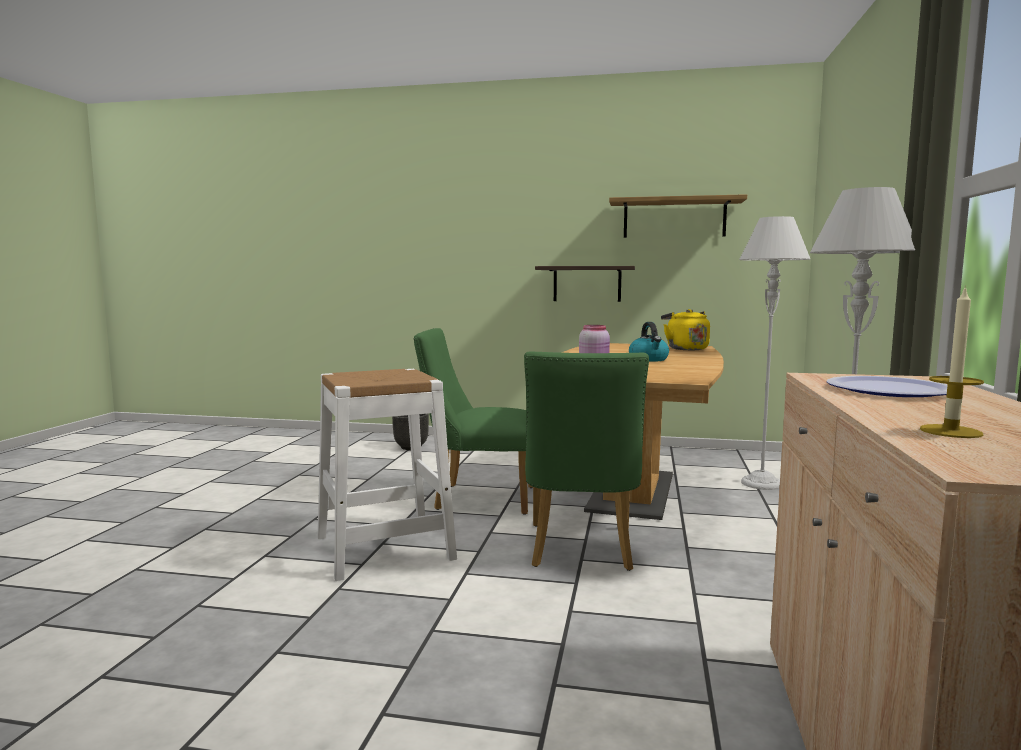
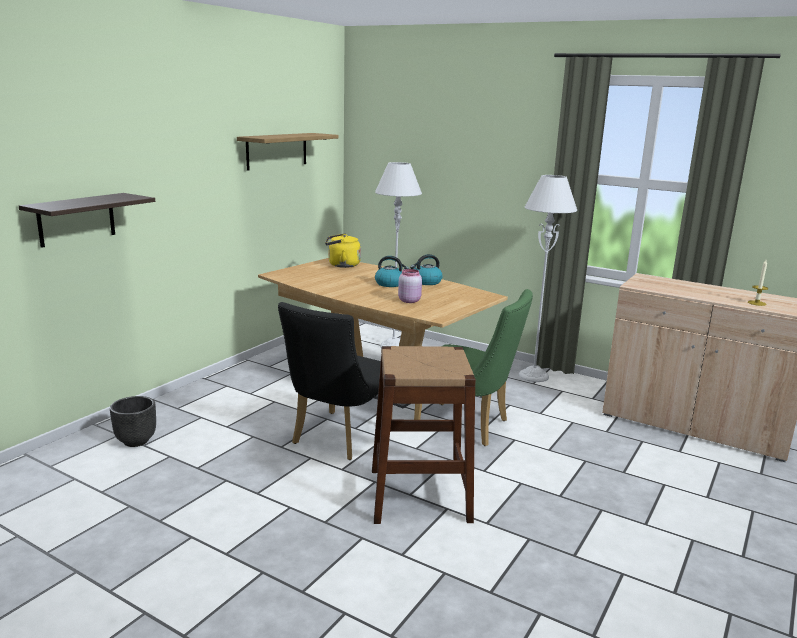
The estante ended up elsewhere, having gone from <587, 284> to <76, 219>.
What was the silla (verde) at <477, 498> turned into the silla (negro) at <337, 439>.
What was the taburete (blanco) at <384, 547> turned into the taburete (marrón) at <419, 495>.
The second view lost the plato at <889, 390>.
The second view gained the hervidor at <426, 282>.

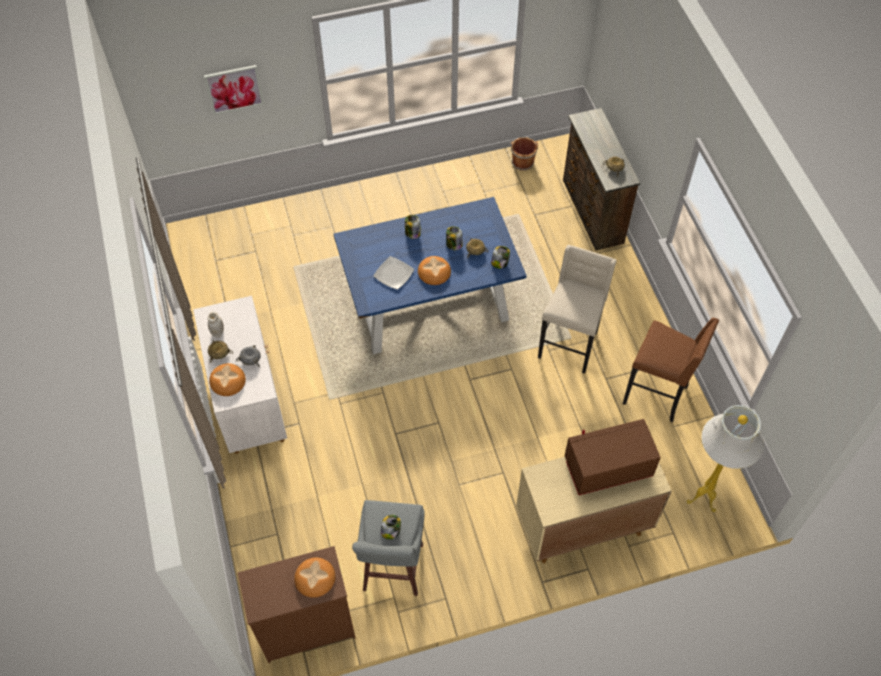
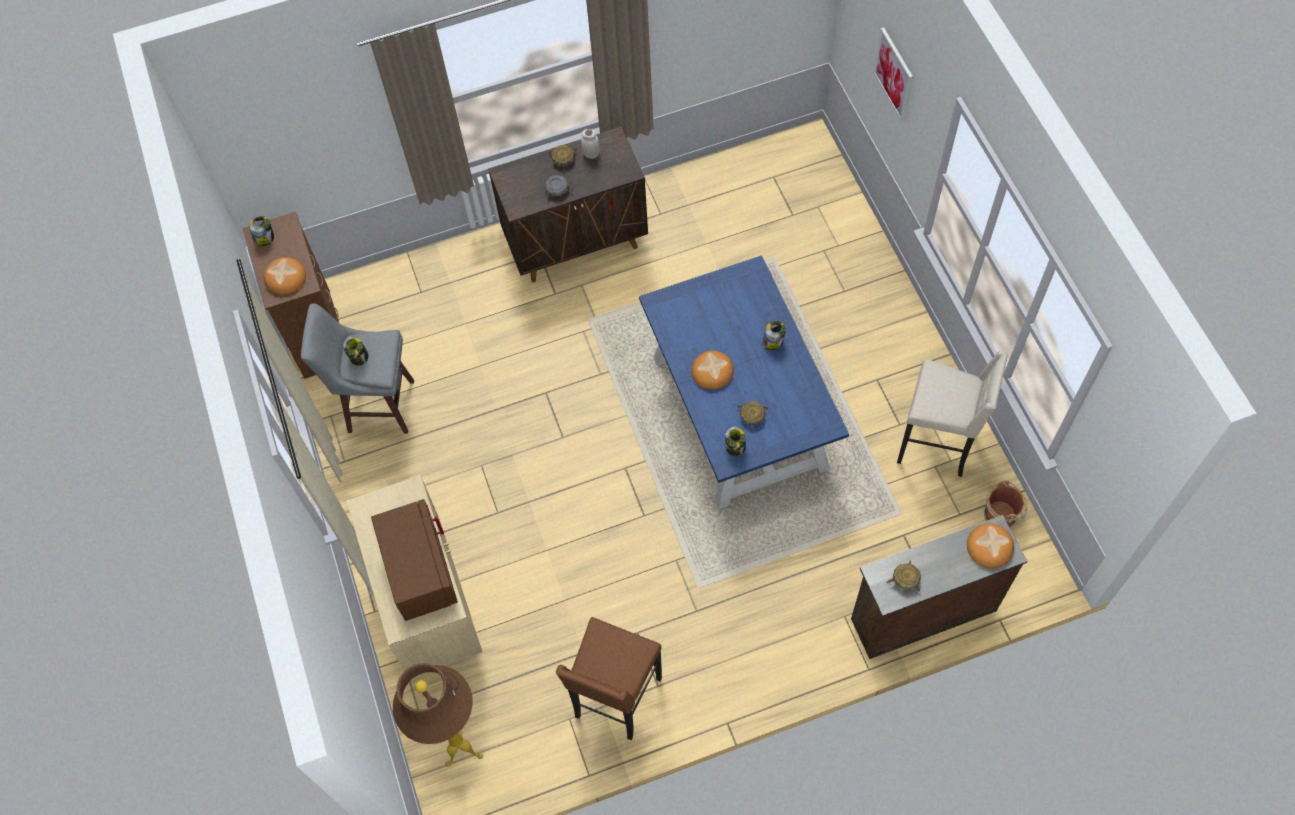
The tarro ended up elsewhere, having gone from <453, 244> to <264, 238>.
The taburete (beis) ended up elsewhere, having gone from <569, 344> to <937, 444>.
The second view lost the plato at <394, 274>.
What was the armario (blanco) at <250, 404> turned into the armario (marrón) at <577, 243>.
The pan ended up elsewhere, having gone from <228, 381> to <989, 547>.
What was the lámpara de pie (blanco) at <701, 501> turned into the lámpara de pie (marrón) at <462, 750>.

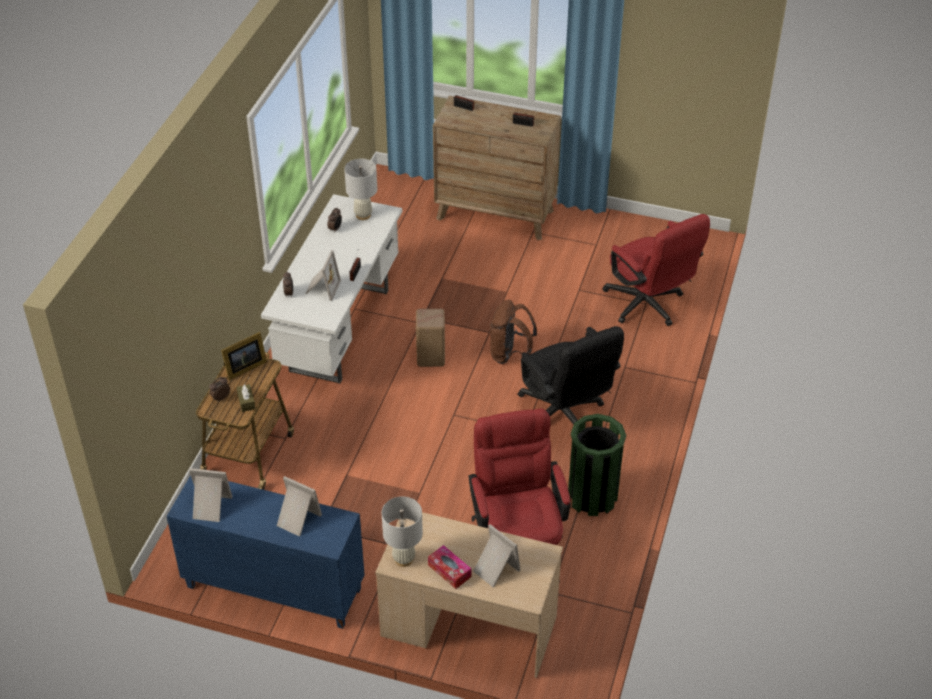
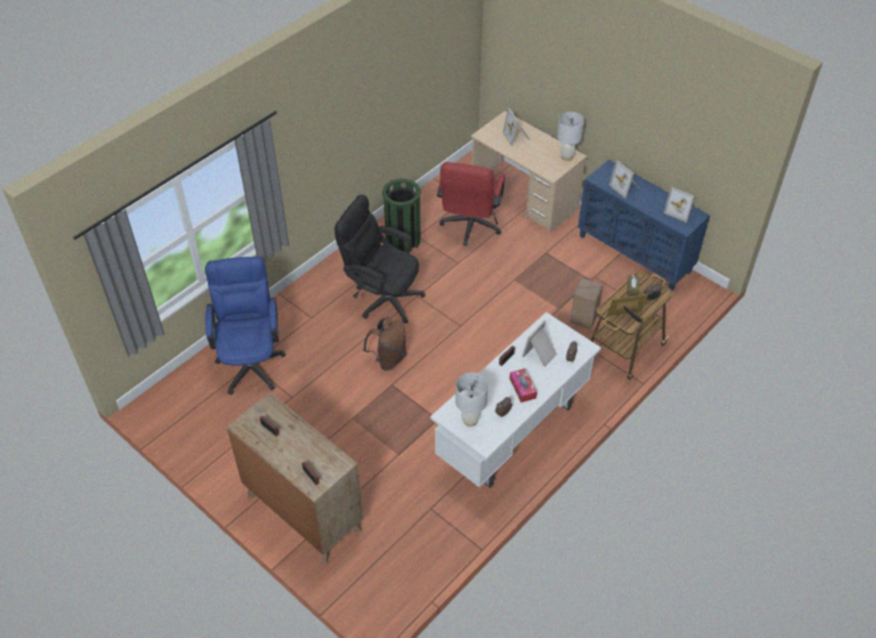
What was the silla de oficina (rojo) at <648, 306> turned into the silla de oficina (azul) at <251, 361>.
The taburete (beis) ended up elsewhere, having gone from <431, 358> to <583, 318>.
The silla de oficina (negro) at <564, 416> ended up facing another way, 60 degrees counterclockwise from before.
The caja de pañuelos ended up elsewhere, having gone from <449, 571> to <522, 388>.

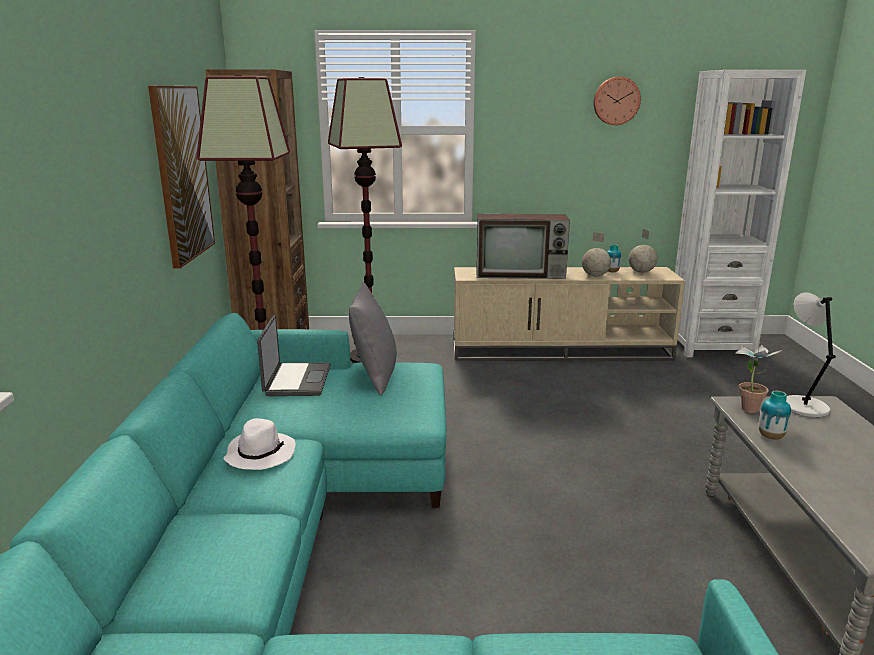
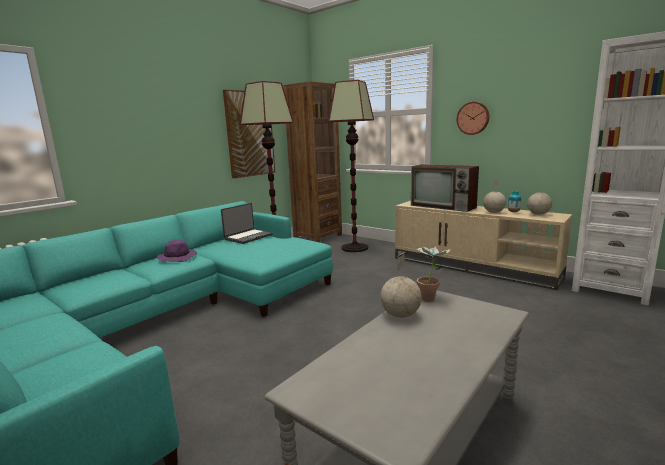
The reloj de pared ended up elsewhere, having gone from <616, 101> to <473, 118>.
The second view lost the cojín (gris) at <375, 376>.
The second view lost the lámpara de mesa (gris) at <802, 406>.
Where the florero stood at <771, 437>, the globo terráqueo came to stand at <401, 315>.
What was the sombrero (blanco) at <260, 454> turned into the sombrero (morado) at <178, 257>.

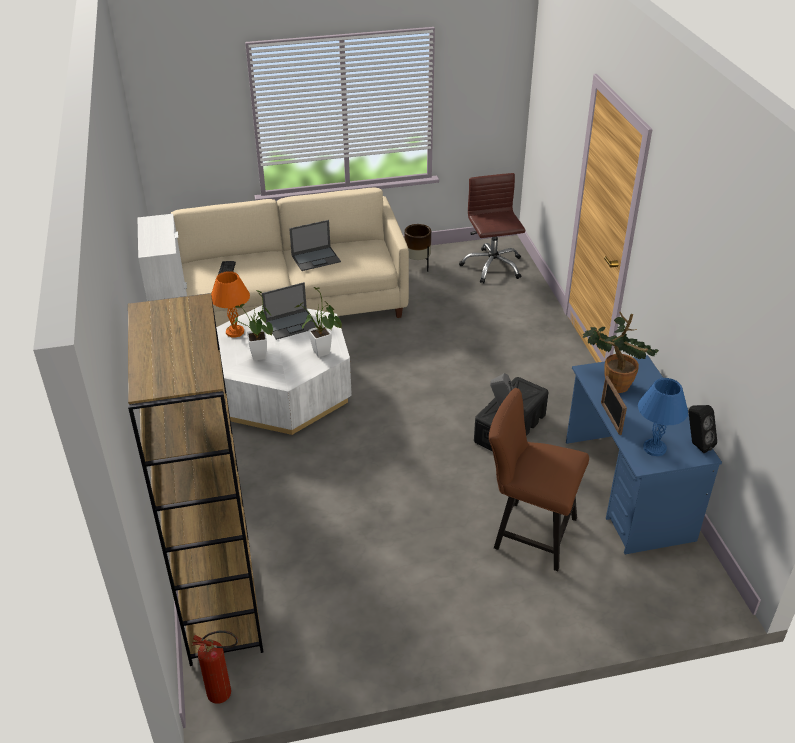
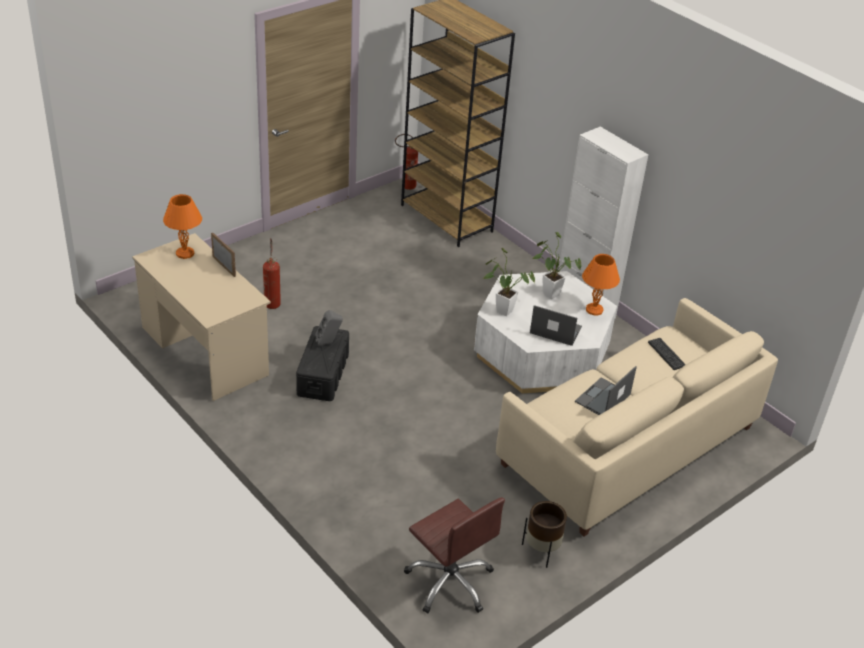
The portátil at <292, 324> ended up facing another way, 75 degrees clockwise from before.
The second view lost the planta en maceta at <613, 382>.
What was the escritorio (azul) at <627, 489> turned into the escritorio (beis) at <204, 351>.
What was the lámpara de mesa (azul) at <653, 448> turned into the lámpara de mesa (naranja) at <185, 253>.
Where the silla (marrón) stood at <528, 532>, the extintor came to stand at <272, 301>.
The second view lost the altavoz (negro) at <696, 444>.

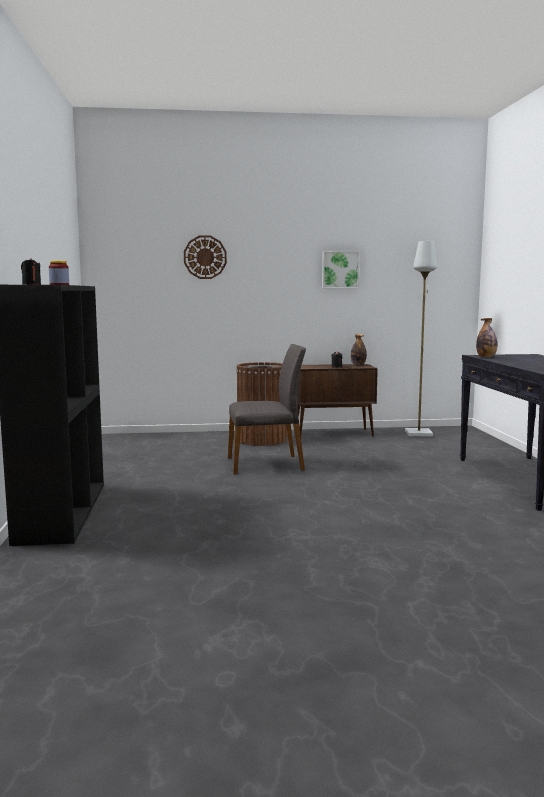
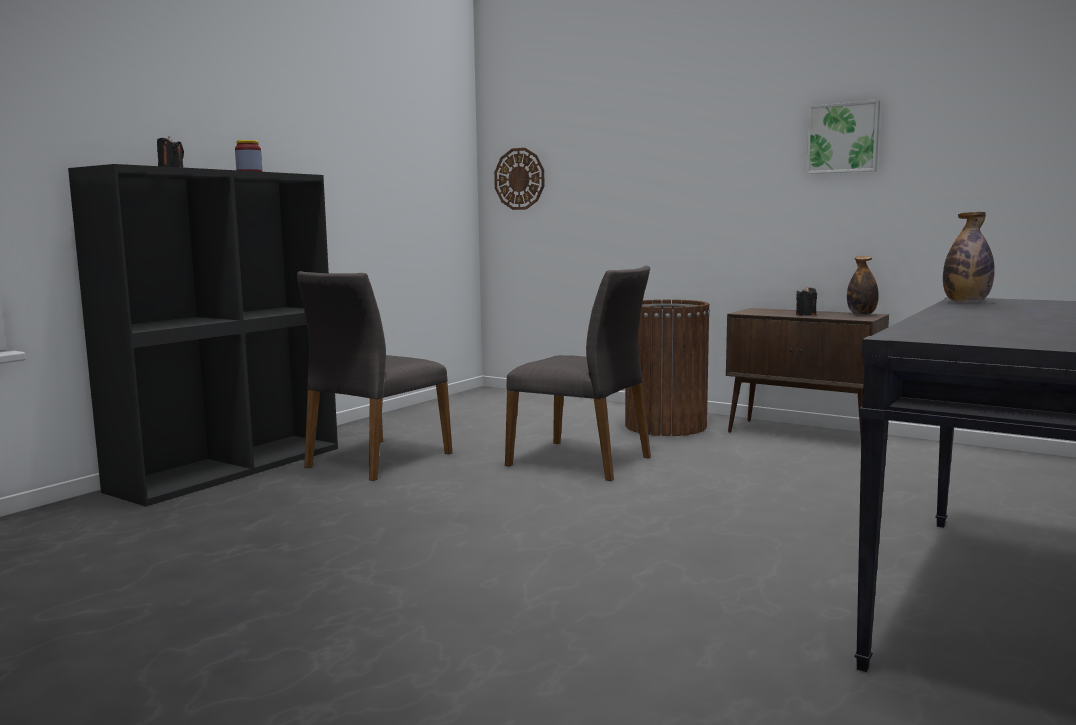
The reloj de pared ended up elsewhere, having gone from <205, 257> to <519, 179>.
The second view lost the lámpara de pie (gris) at <419, 433>.
The second view gained the silla (gris) at <376, 460>.

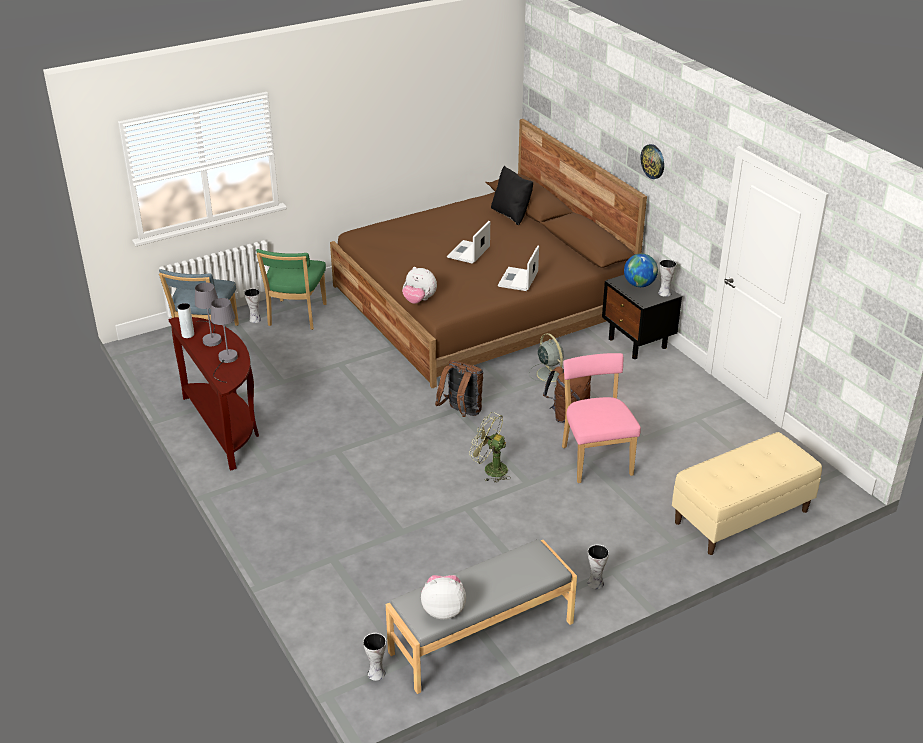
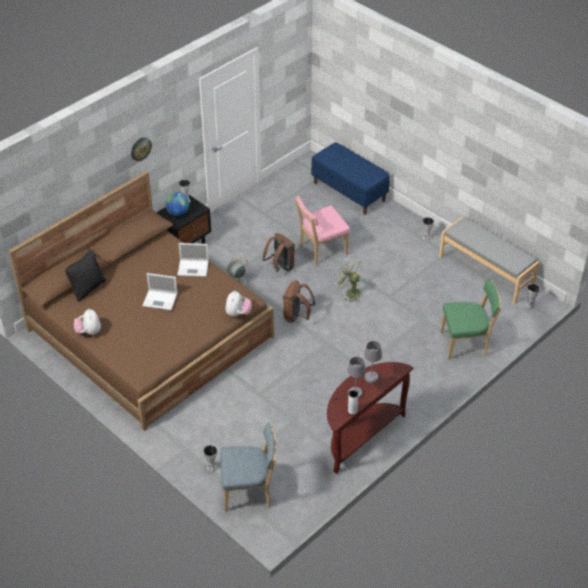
The silla (verde) ended up elsewhere, having gone from <296, 317> to <466, 344>.
The ventilador (verde) at <490, 469> ended up facing another way, 120 degrees clockwise from before.
What was the banco (beis) at <741, 517> turned into the banco (azul) at <349, 192>.
The peluche ended up elsewhere, having gone from <443, 610> to <89, 332>.

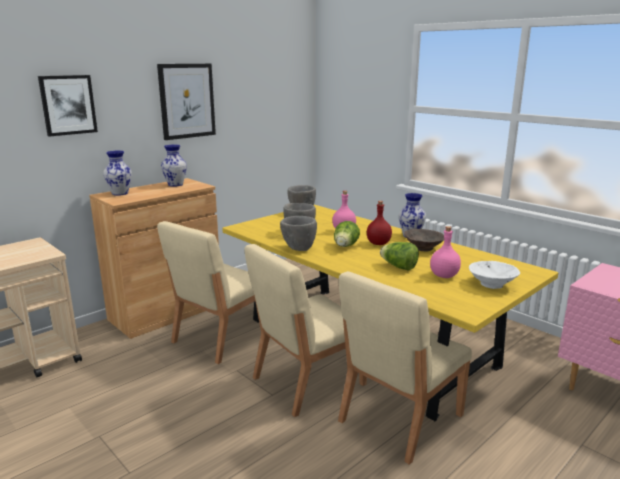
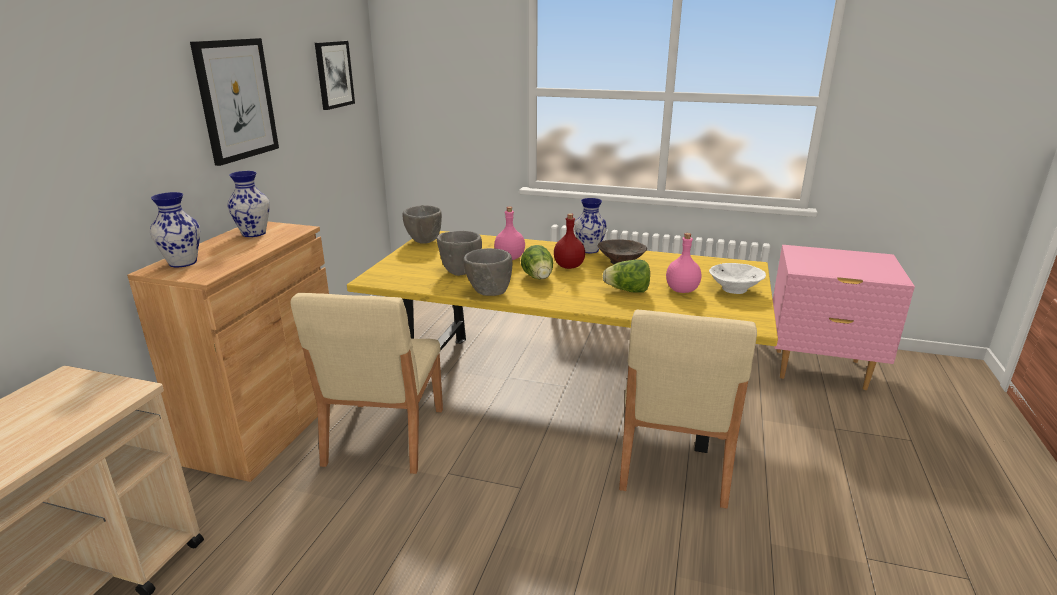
The cuadro ended up elsewhere, having gone from <68, 105> to <334, 74>.
The second view lost the silla (beis) at <307, 381>.

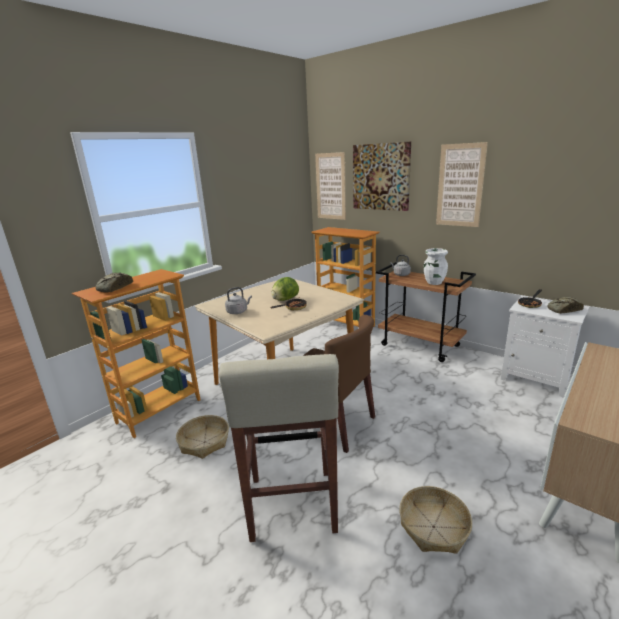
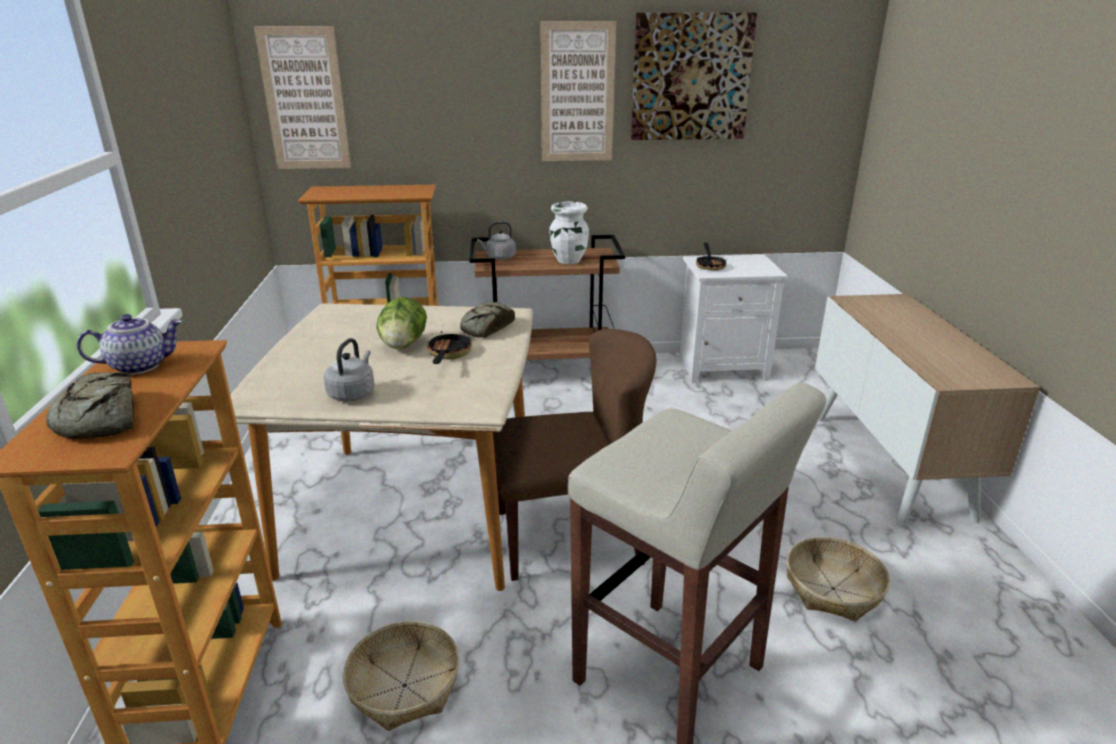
The cuadro ended up elsewhere, having gone from <381, 177> to <690, 77>.
The pan ended up elsewhere, having gone from <563, 309> to <486, 327>.
The second view gained the tetera at <140, 365>.

